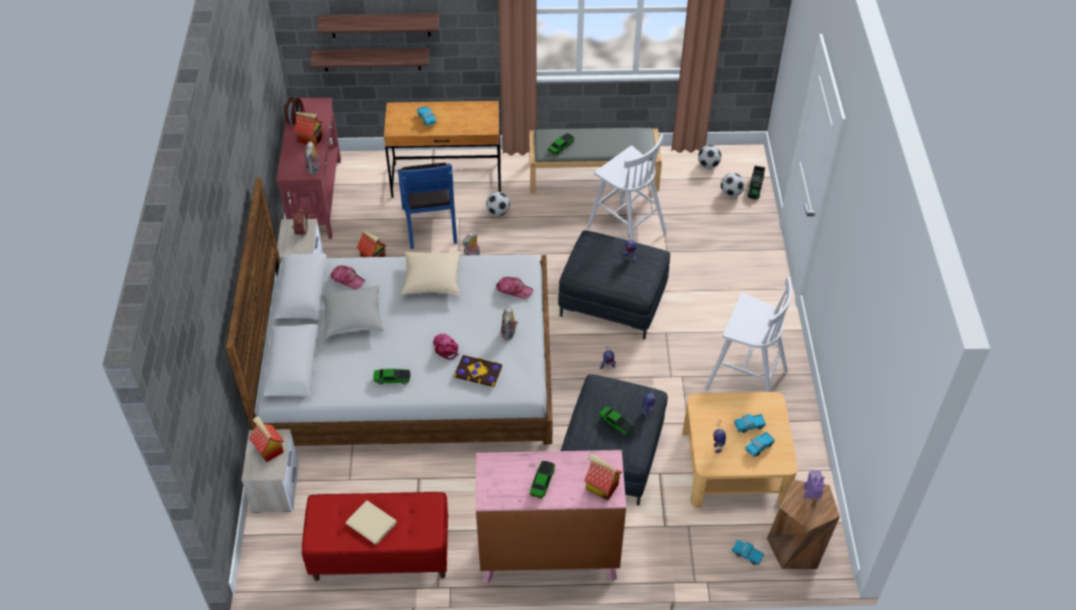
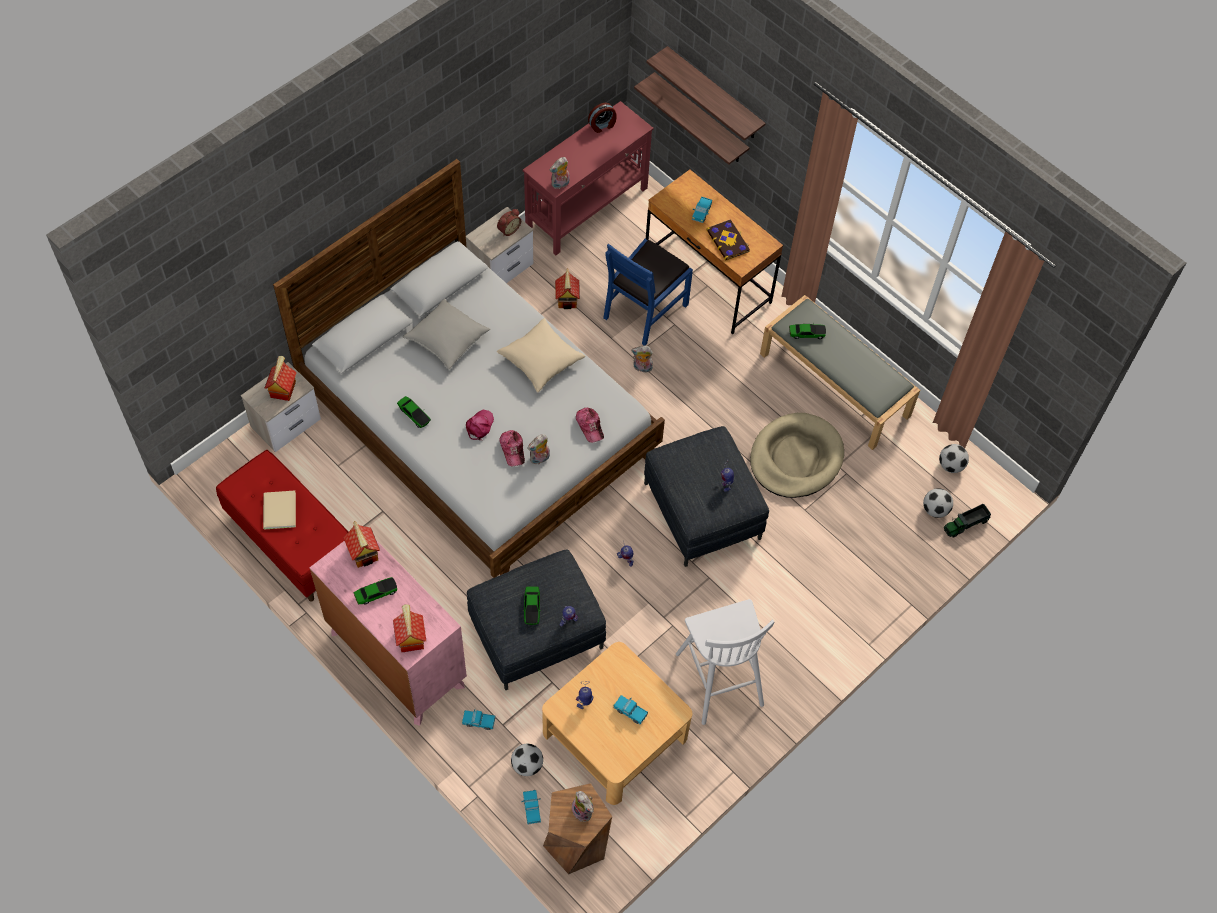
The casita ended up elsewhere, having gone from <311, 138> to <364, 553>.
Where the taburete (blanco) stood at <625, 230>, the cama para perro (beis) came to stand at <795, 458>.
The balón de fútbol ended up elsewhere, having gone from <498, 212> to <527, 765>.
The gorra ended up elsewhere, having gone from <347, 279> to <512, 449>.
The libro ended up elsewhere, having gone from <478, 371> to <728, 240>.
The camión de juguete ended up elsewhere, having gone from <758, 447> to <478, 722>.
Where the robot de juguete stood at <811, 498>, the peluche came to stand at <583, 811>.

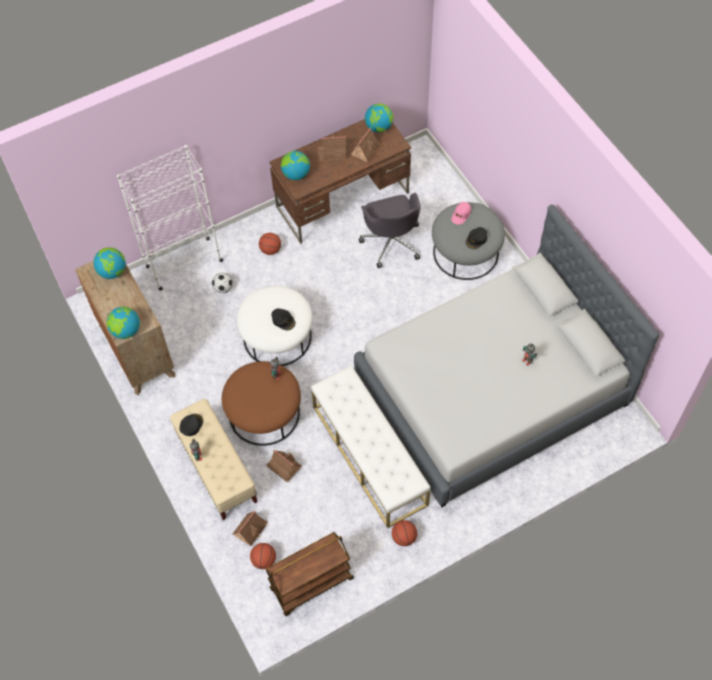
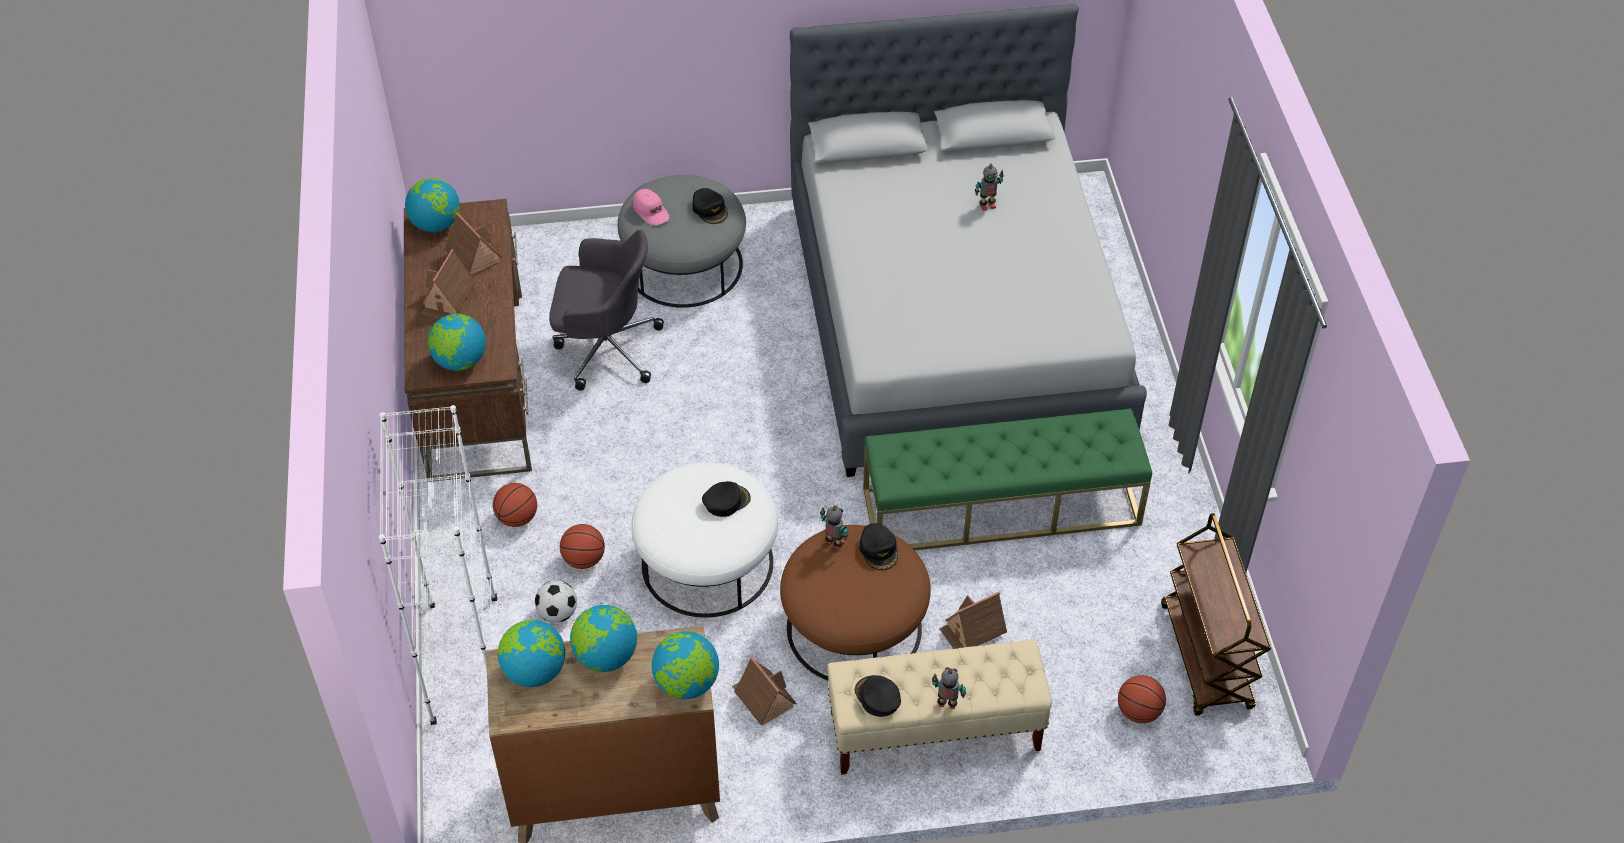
What was the banco (blanco) at <370, 455> turned into the banco (verde) at <1001, 506>.
The casita ended up elsewhere, having gone from <250, 529> to <763, 698>.
The balón de baloncesto ended up elsewhere, having gone from <404, 537> to <584, 559>.
The second view gained the gorra (negro) at <879, 550>.
The second view gained the globo terráqueo at <606, 656>.

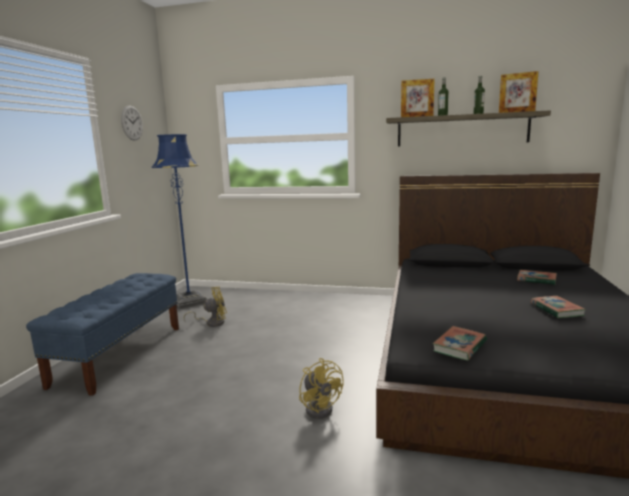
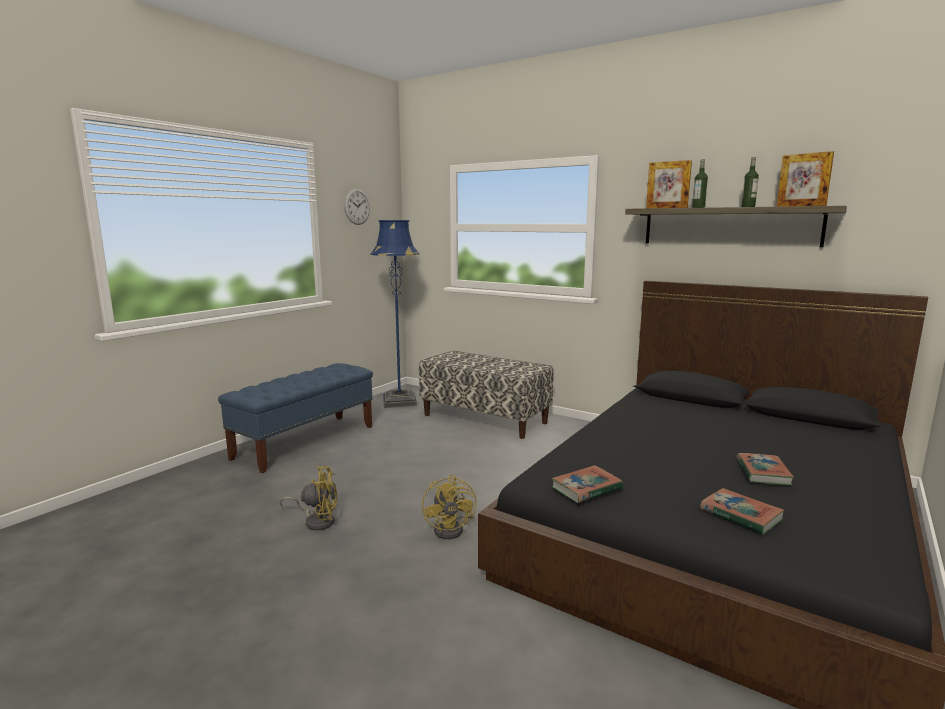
The libro ended up elsewhere, having gone from <536, 280> to <740, 515>.
The ventilador (amarillo) ended up elsewhere, having gone from <212, 323> to <316, 520>.
The second view gained the banco at <485, 419>.

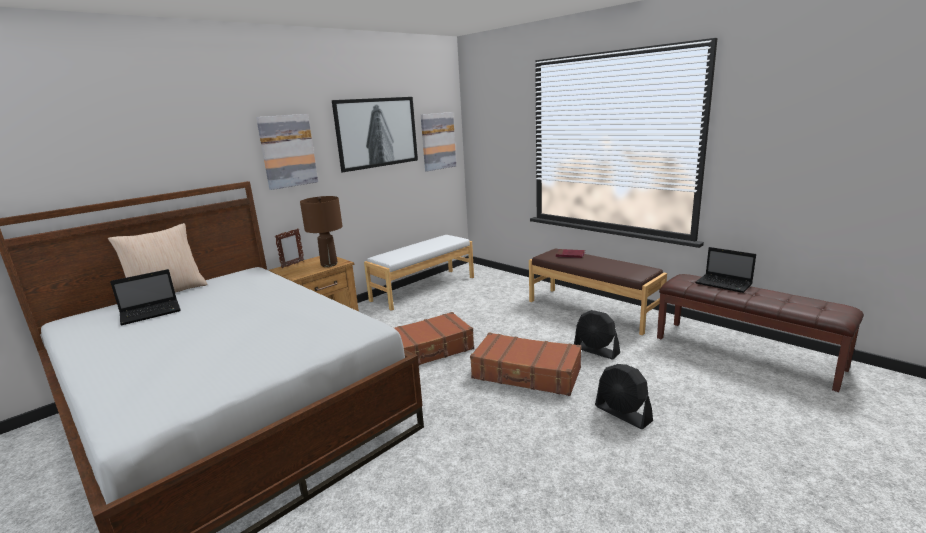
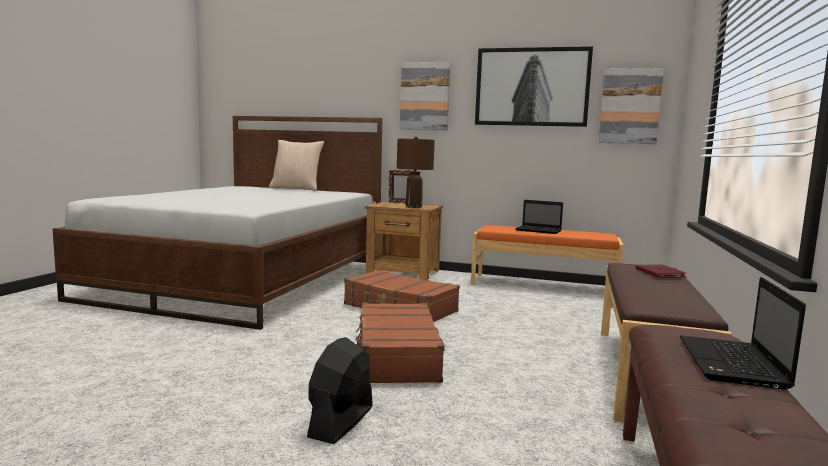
What was the banco (blanco) at <423, 288> turned into the banco (naranja) at <543, 285>.
The portátil ended up elsewhere, having gone from <152, 313> to <539, 231>.
The second view lost the ventilador (negro) at <596, 350>.

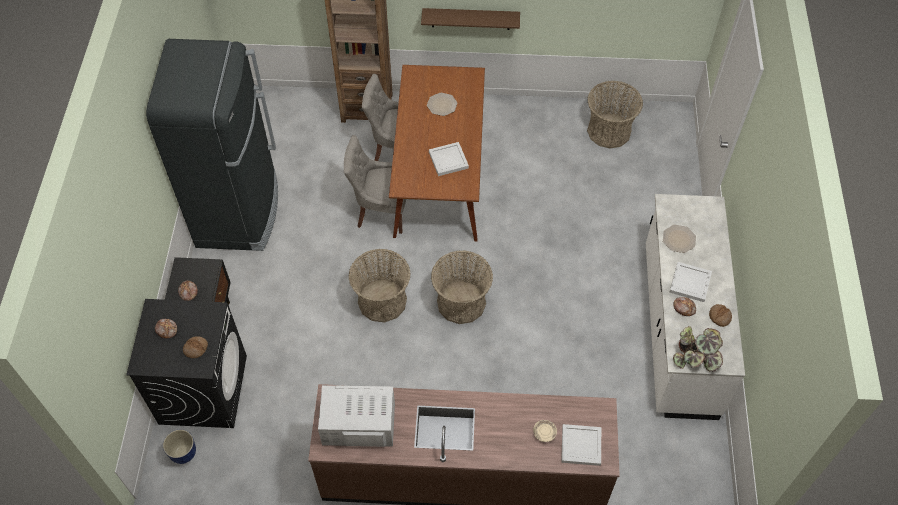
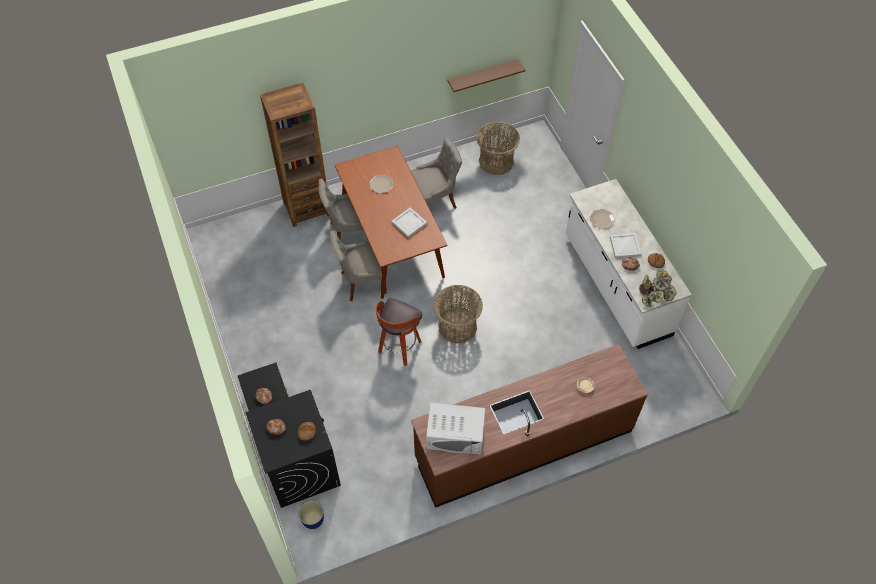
The estante (marrón) ended up elsewhere, having gone from <470, 19> to <482, 76>.
The second view lost the nevera (negro) at <239, 212>.
Where the cesta stood at <382, 301>, the taburete came to stand at <399, 348>.
The microondas (blanco) at <358, 424> ended up facing another way, 150 degrees counterclockwise from before.
The second view lost the bandeja (blanco) at <580, 445>.
The second view gained the silla (gris) at <435, 201>.

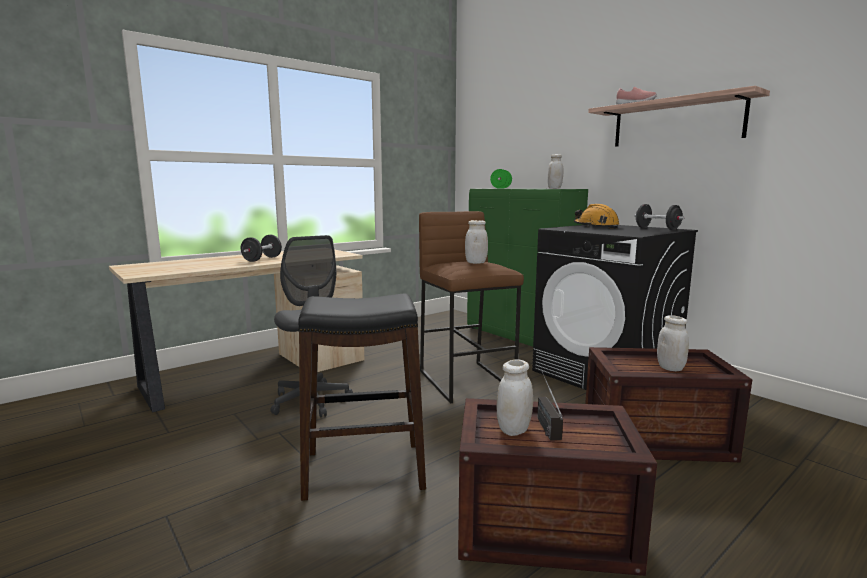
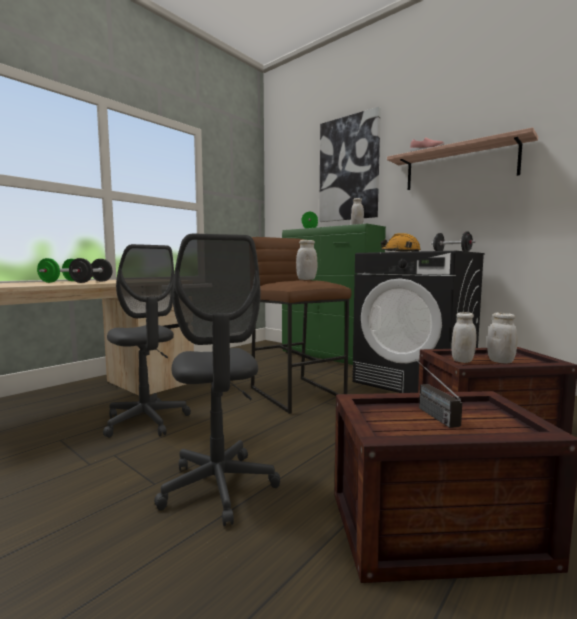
Where the taburete (negro) stood at <363, 470>, the silla de oficina (gris) came to stand at <218, 487>.
The tarro (blanco) ended up elsewhere, having gone from <514, 430> to <462, 361>.
The second view gained the cuadro at <349, 169>.
The second view gained the mancuerna (verde) at <61, 281>.

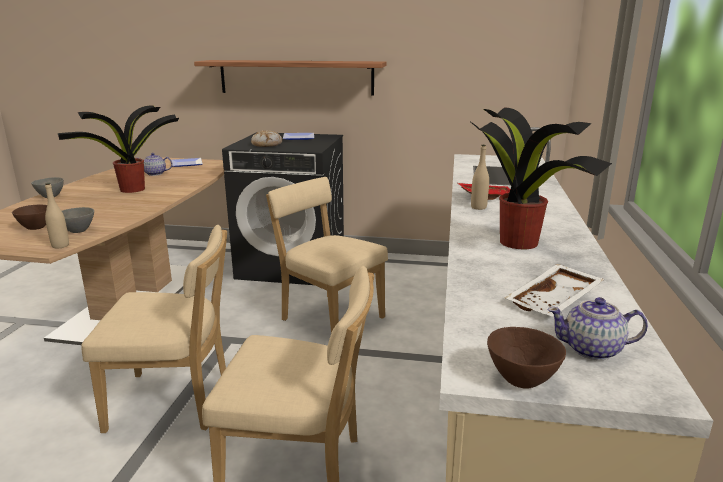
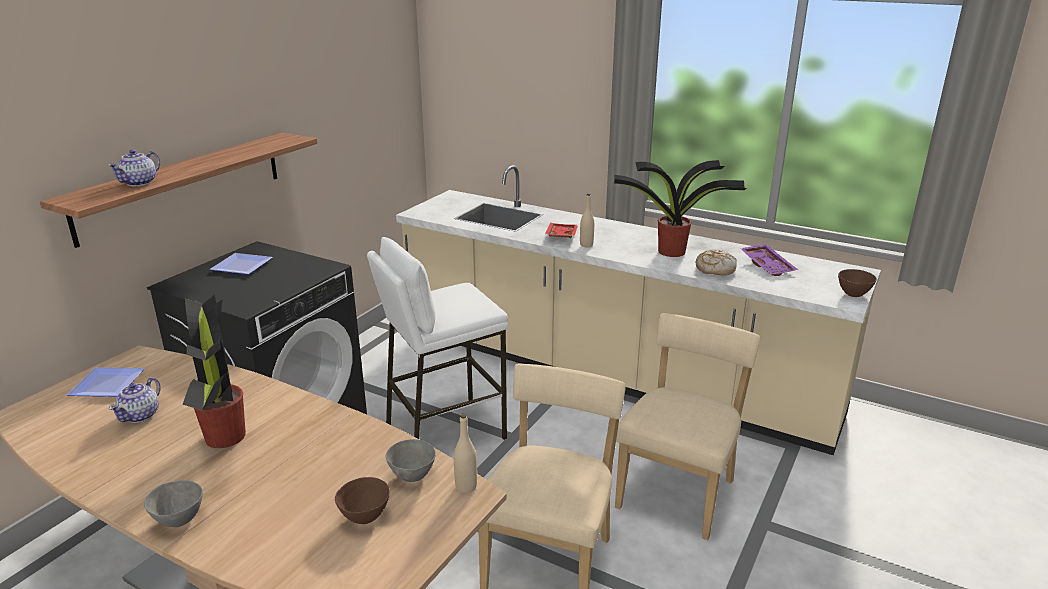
The pan ended up elsewhere, having gone from <267, 144> to <714, 269>.
Where the silla (beis) stood at <329, 317>, the taburete (blanco) came to stand at <444, 432>.
What was the bandeja (blanco) at <555, 301> turned into the bandeja (morado) at <768, 266>.
The tetera ended up elsewhere, having gone from <592, 350> to <140, 182>.

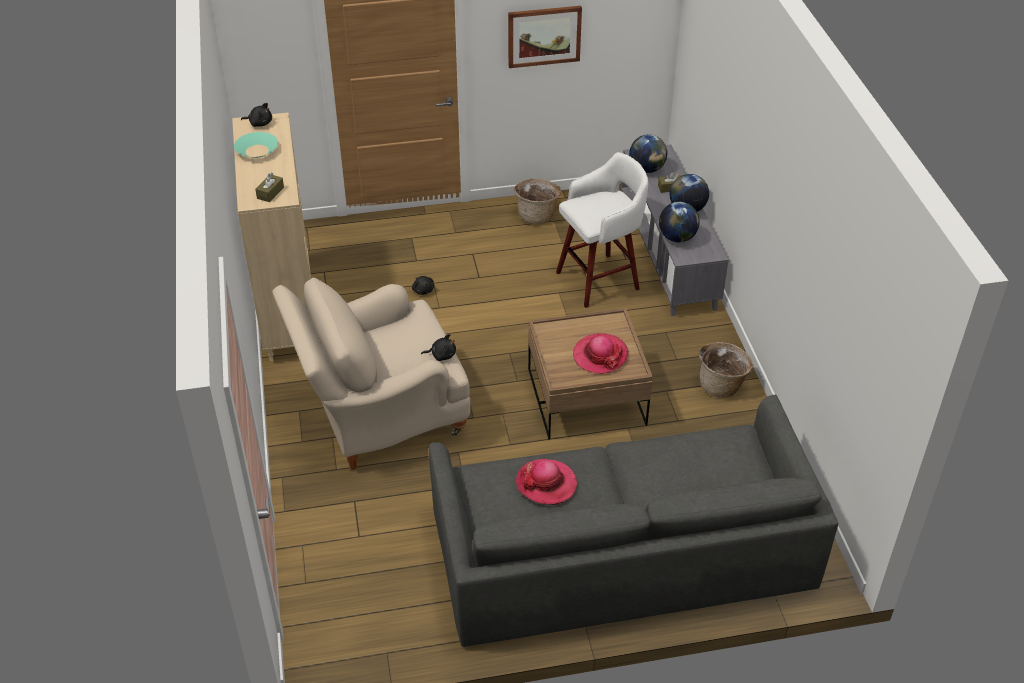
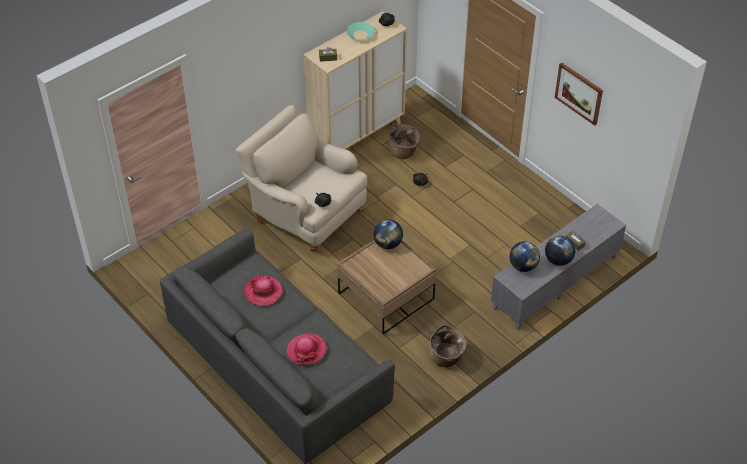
The globo terráqueo ended up elsewhere, having gone from <647, 169> to <388, 244>.
The second view lost the taburete (blanco) at <600, 280>.
The cesta ended up elsewhere, having gone from <537, 215> to <404, 152>.
The sombrero ended up elsewhere, having gone from <600, 355> to <306, 350>.

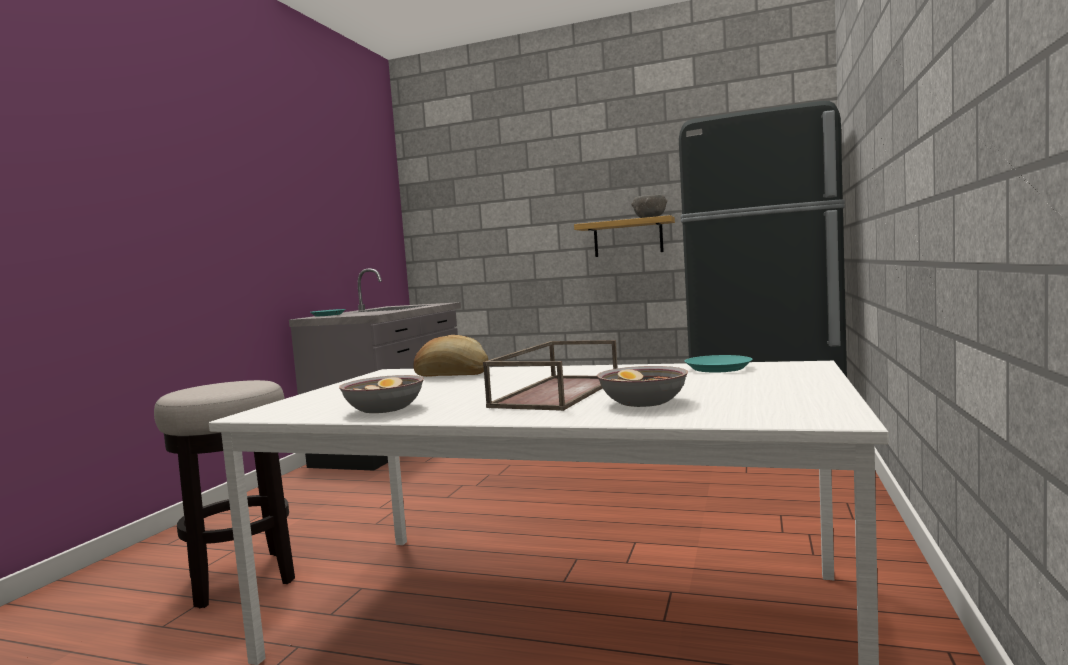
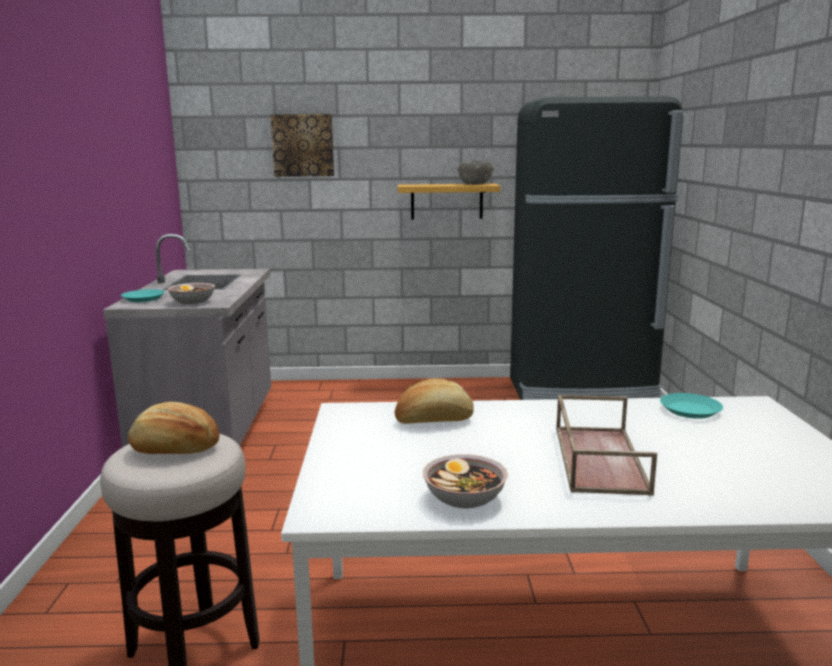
The cuenco ended up elsewhere, having gone from <643, 403> to <192, 302>.
The second view gained the cuadro at <303, 145>.
The second view gained the pan at <175, 449>.

